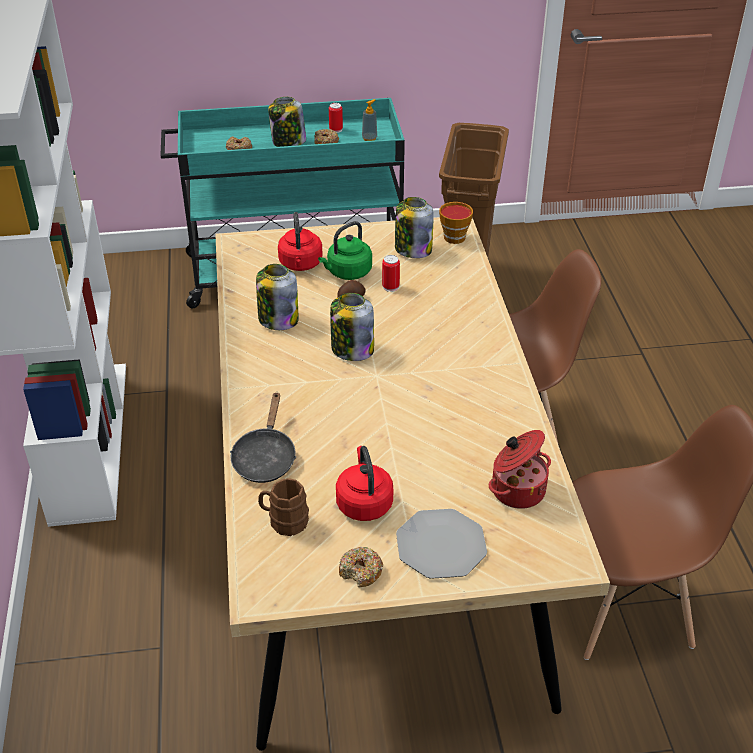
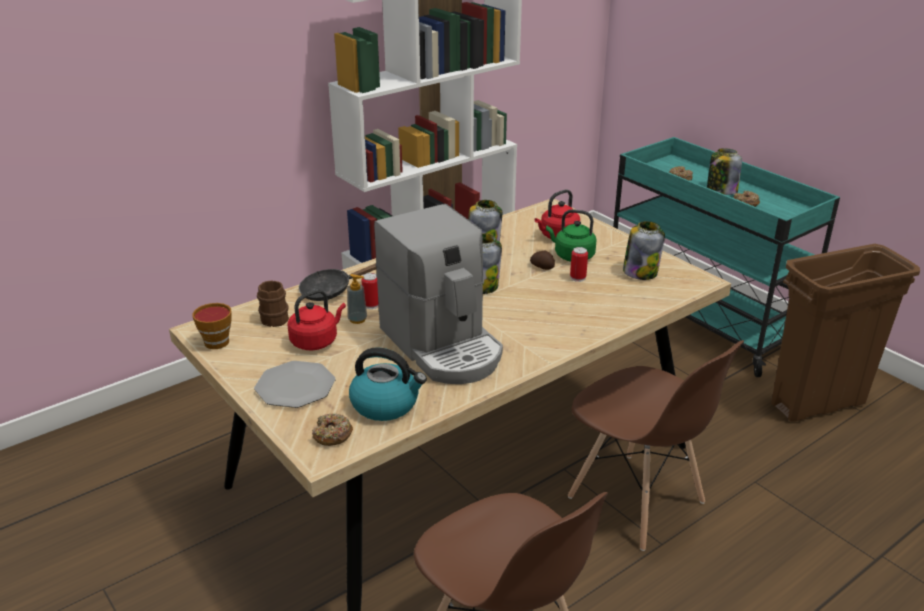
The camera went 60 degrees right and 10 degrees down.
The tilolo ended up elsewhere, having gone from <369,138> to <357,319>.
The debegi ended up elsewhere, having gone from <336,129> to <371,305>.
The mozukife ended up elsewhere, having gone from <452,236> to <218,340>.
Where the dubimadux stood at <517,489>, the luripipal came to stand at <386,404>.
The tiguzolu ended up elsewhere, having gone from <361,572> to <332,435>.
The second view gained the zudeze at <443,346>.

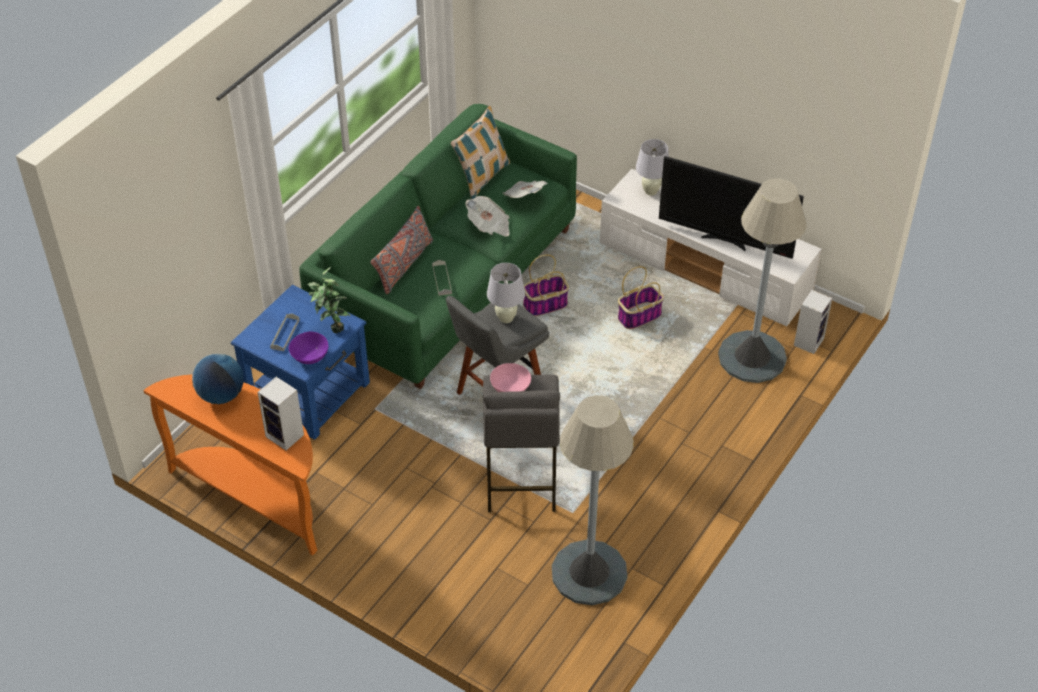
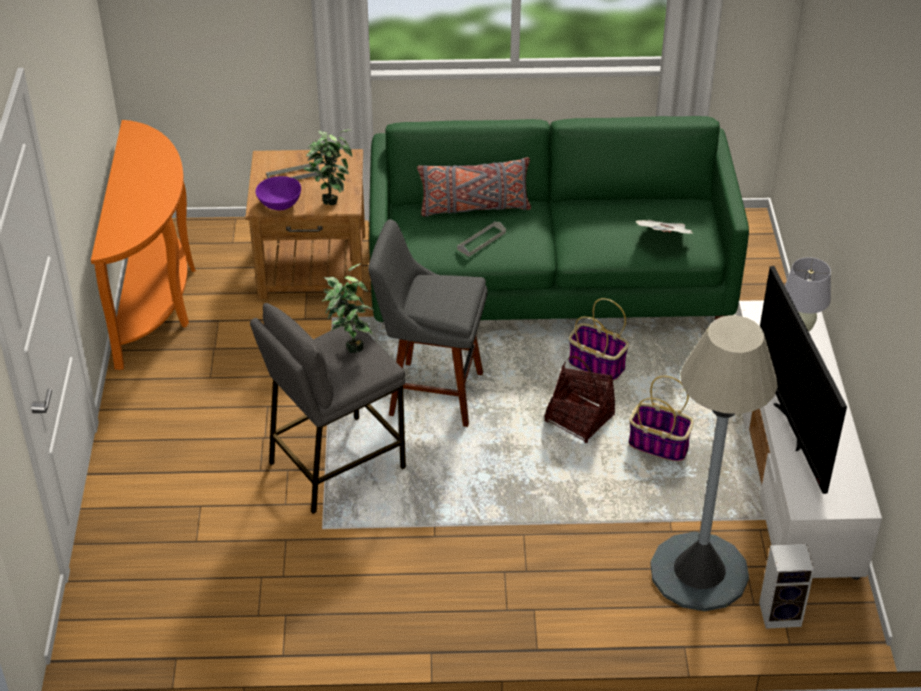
The camera went 55 degrees right and 5 degrees down.
The second view lost the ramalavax at <482,177>.
The second view lost the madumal at <489,226>.
The second view lost the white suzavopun at <506,318>.
What was the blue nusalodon at <308,392> turned into the brown nusalodon at <312,265>.
The second view lost the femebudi at <221,395>.
Where the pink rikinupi stood at <510,387>, the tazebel came to stand at <349,344>.
The second view lost the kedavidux at <286,436>.
The second view lost the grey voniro at <589,572>.
The second view gained the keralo at <579,419>.

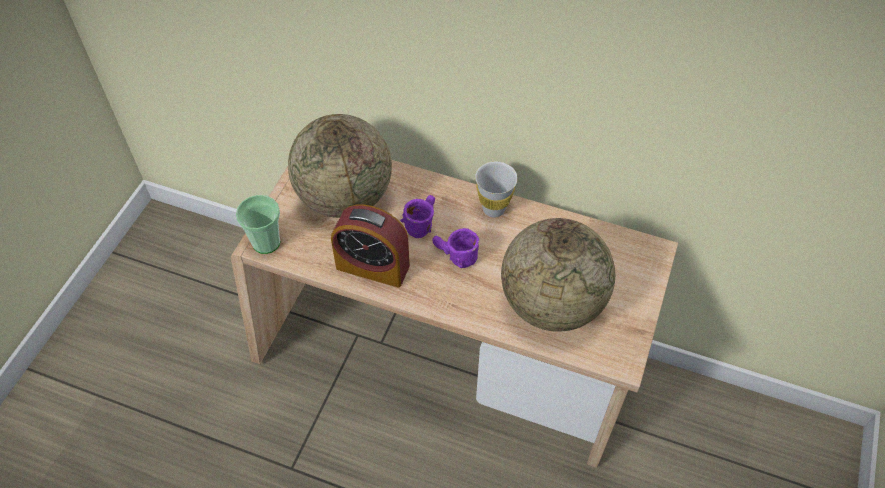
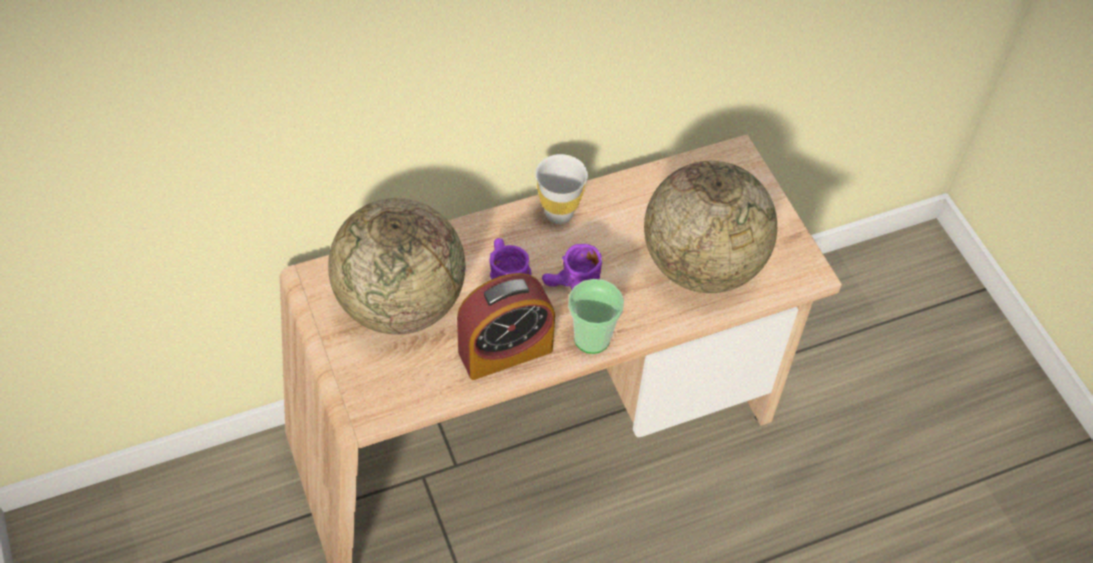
The camera went 45 degrees left and 0 degrees up.
The mozukife ended up elsewhere, having gone from <266,242> to <592,338>.

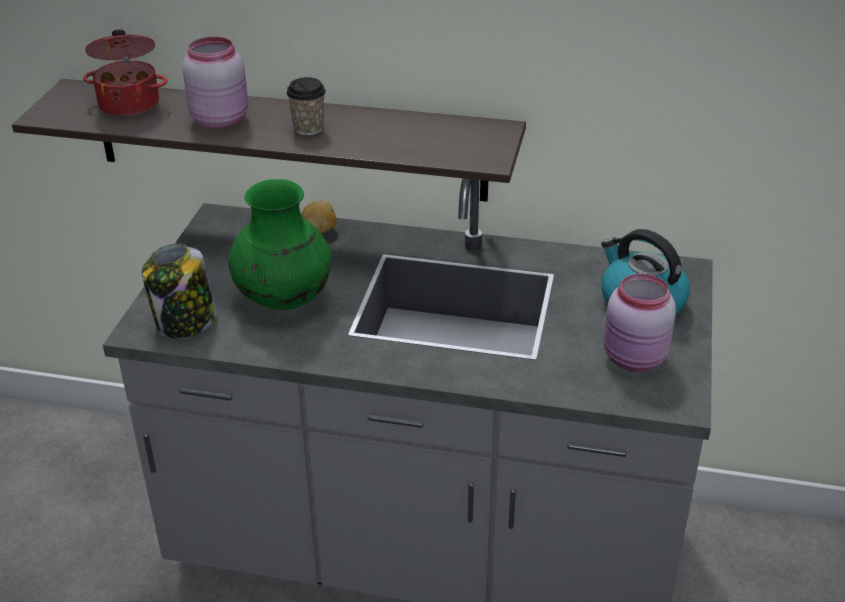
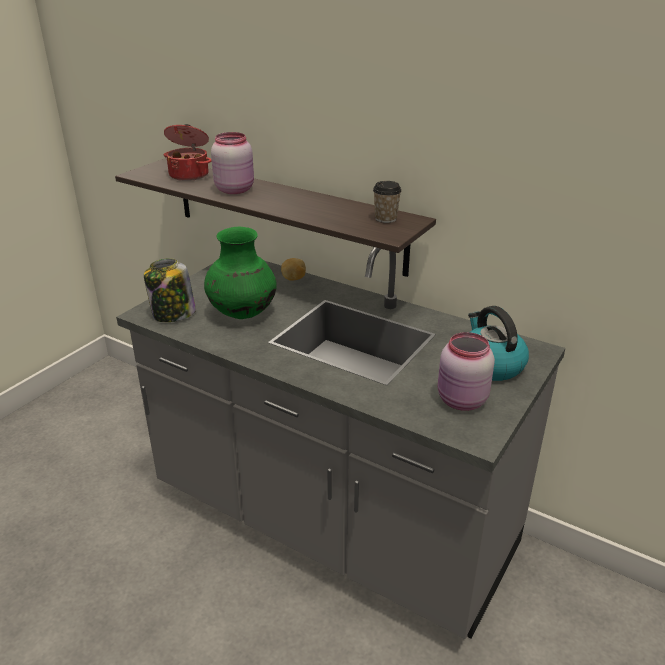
The camera went 20 degrees right and 5 degrees down.
The mozukife ended up elsewhere, having gone from <308,128> to <385,219>.

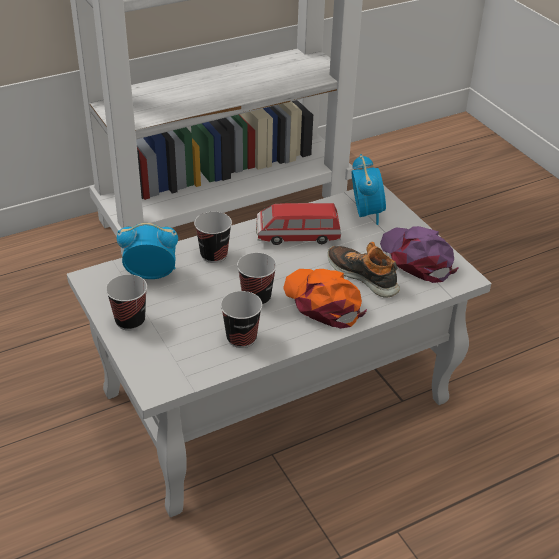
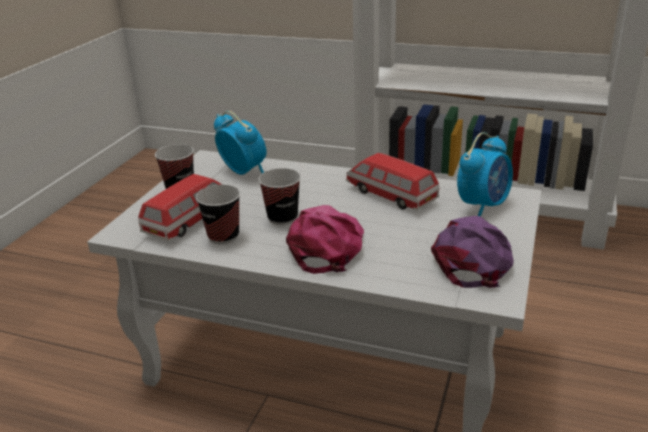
The camera went 50 degrees right and 10 degrees down.
The second view lost the mozukife at <214,255>.
The second view lost the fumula at <363,276>.
What was the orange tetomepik at <323,301> turned into the pink tetomepik at <327,246>.
The second view gained the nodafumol at <189,220>.

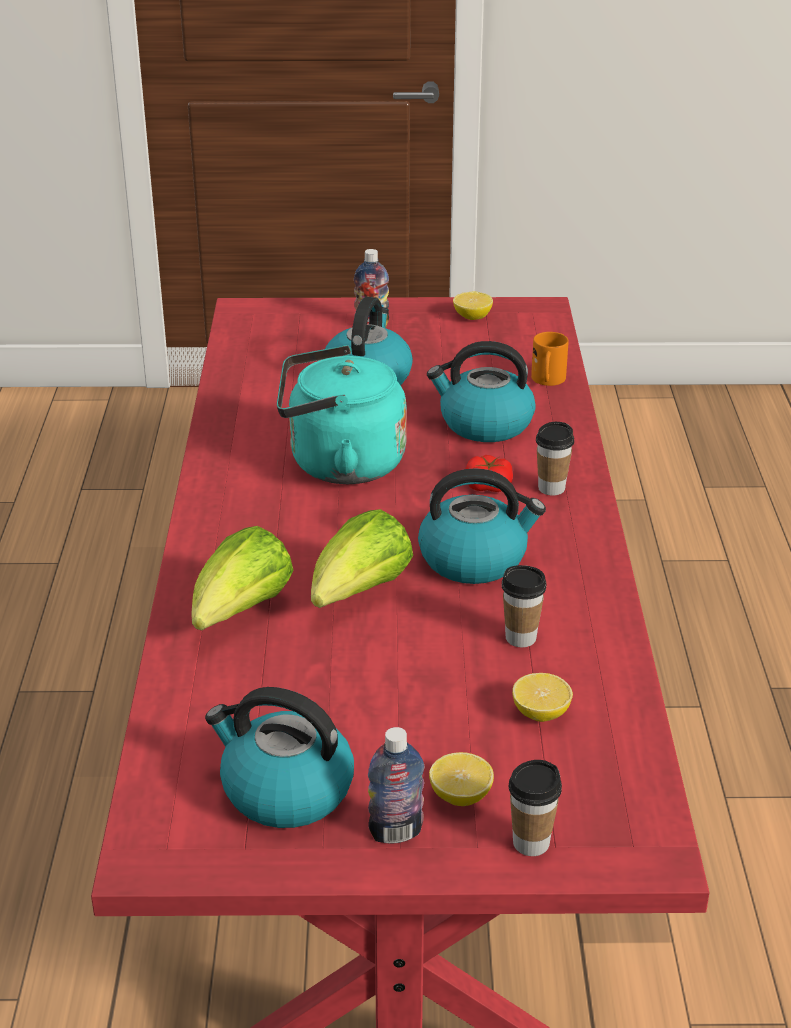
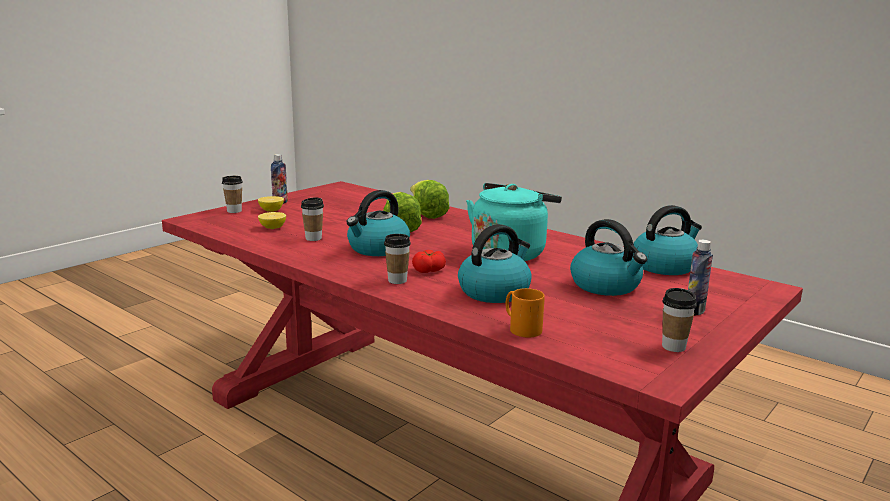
The camera went 130 degrees right and 15 degrees down.
Where the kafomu stood at <472,317>, the mozukife came to stand at <673,347>.
The luripipal ended up elsewhere, having gone from <285,790> to <665,266>.

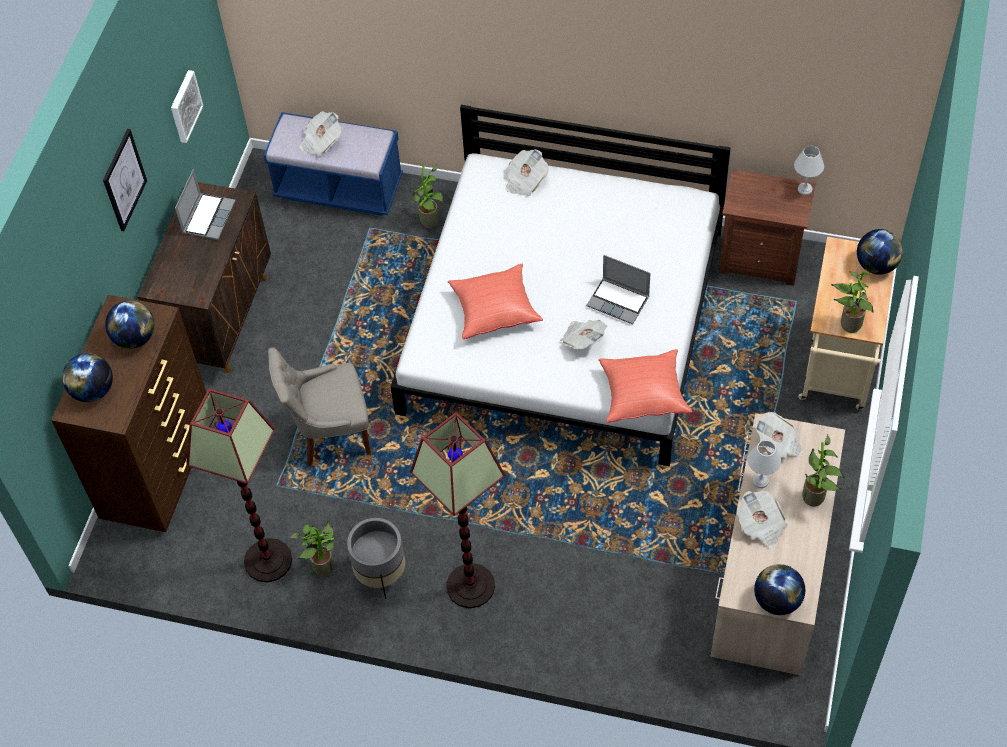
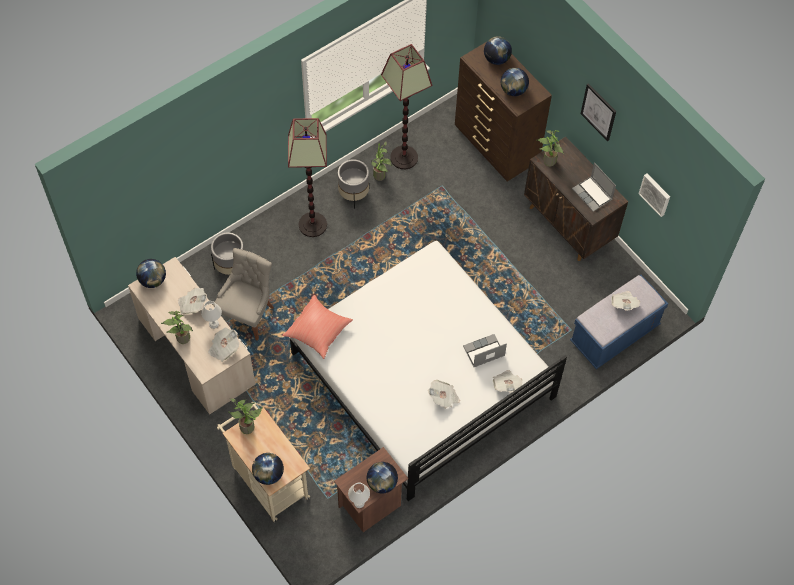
The camera went 125 degrees right and 5 degrees up.
The tazebel ended up elsewhere, having gone from <431,222> to <547,162>.
The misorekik ended up elsewhere, having gone from <619,301> to <483,352>.
The second view lost the red ramalavax at <494,310>.
The madumal ended up elsewhere, having gone from <583,340> to <443,398>.
The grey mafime ended up elsewhere, having gone from <330,434> to <247,314>.
The second view gained the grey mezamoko at <230,267>.
The second view gained the femebudi at <382,483>.

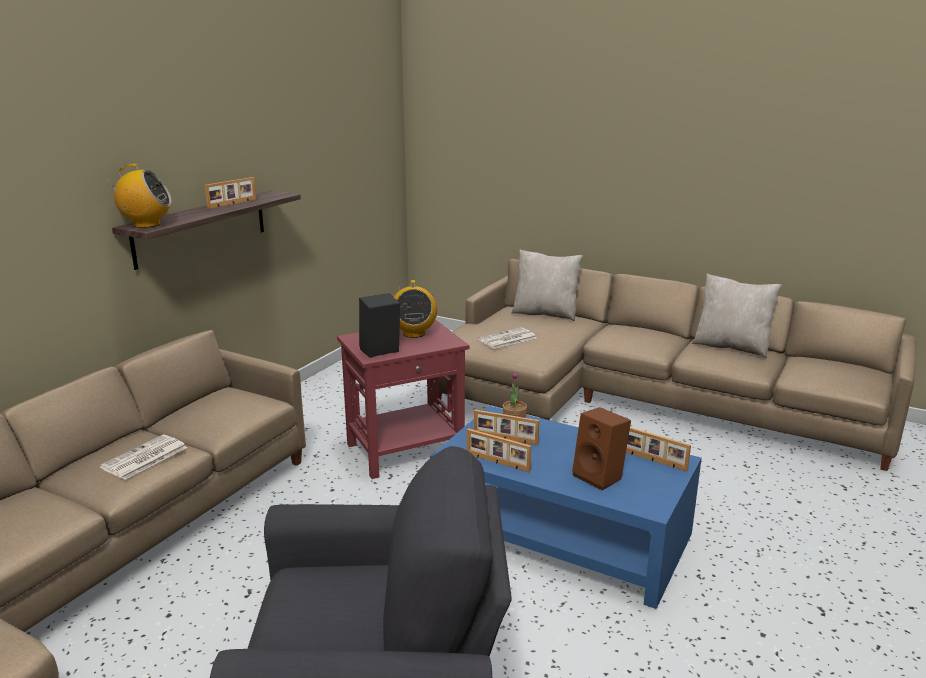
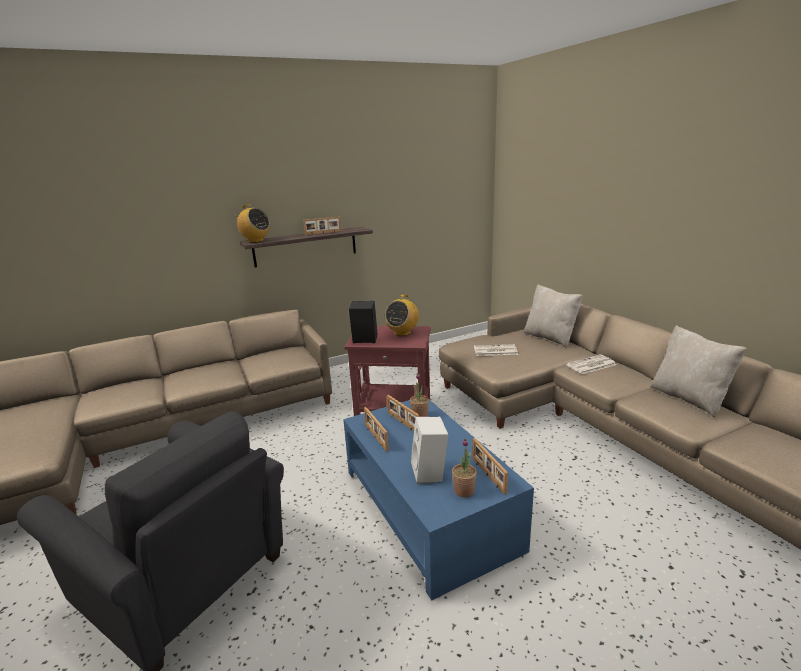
The camera went 35 degrees right and 0 degrees up.
What was the brown kedavidux at <600,476> turned into the white kedavidux at <430,473>.
The madumal ended up elsewhere, having gone from <144,458> to <591,365>.
The second view gained the tazebel at <464,491>.

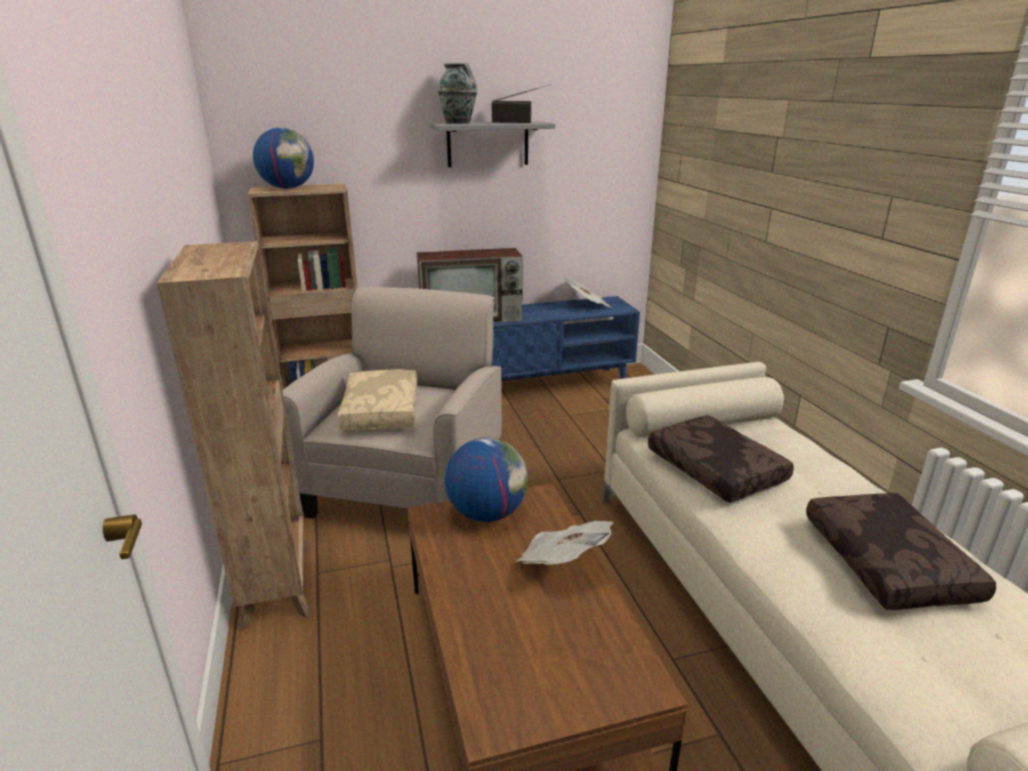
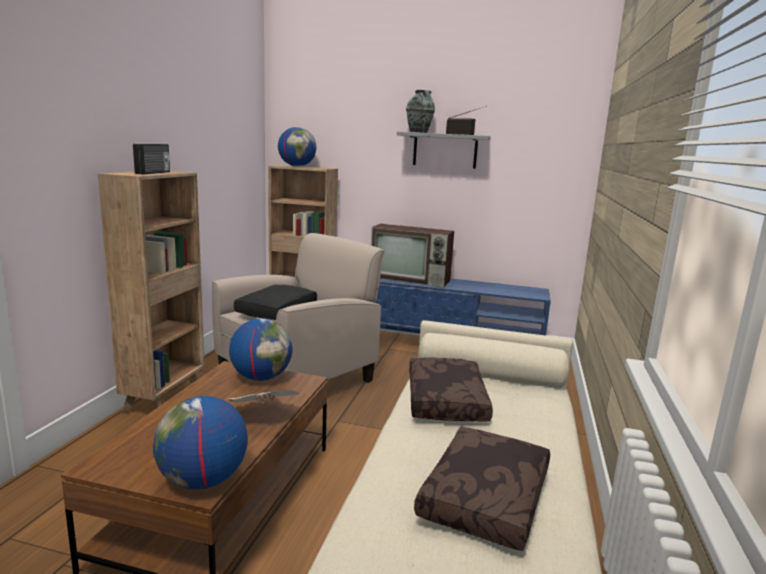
The camera went 30 degrees right and 10 degrees down.
The second view lost the madumal at <587,305>.
What was the beige ramalavax at <383,411> turned into the black ramalavax at <277,311>.
The second view gained the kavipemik at <154,173>.
The second view gained the femebudi at <203,481>.

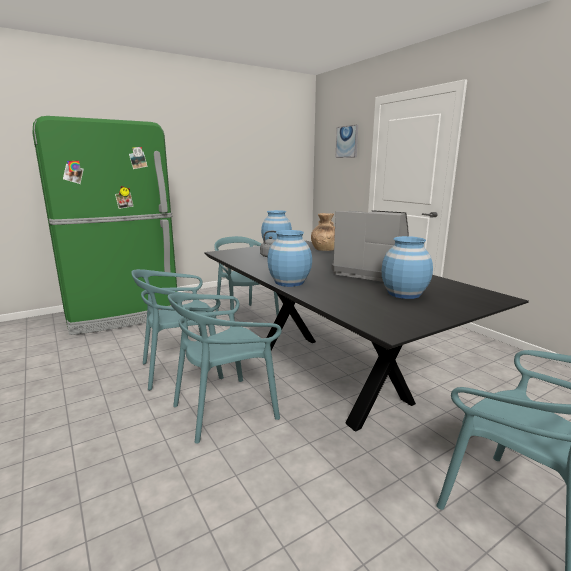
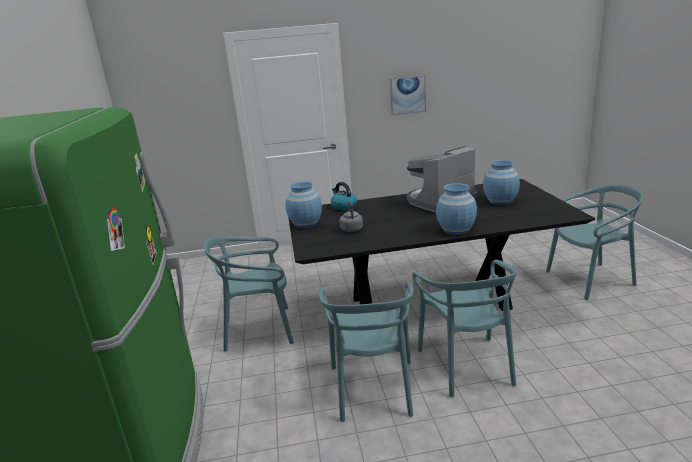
The camera went 65 degrees left and 5 degrees up.
The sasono ended up elsewhere, having gone from <347,142> to <407,95>.
Where the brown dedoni stood at <324,250>, the luripipal came to stand at <343,206>.

